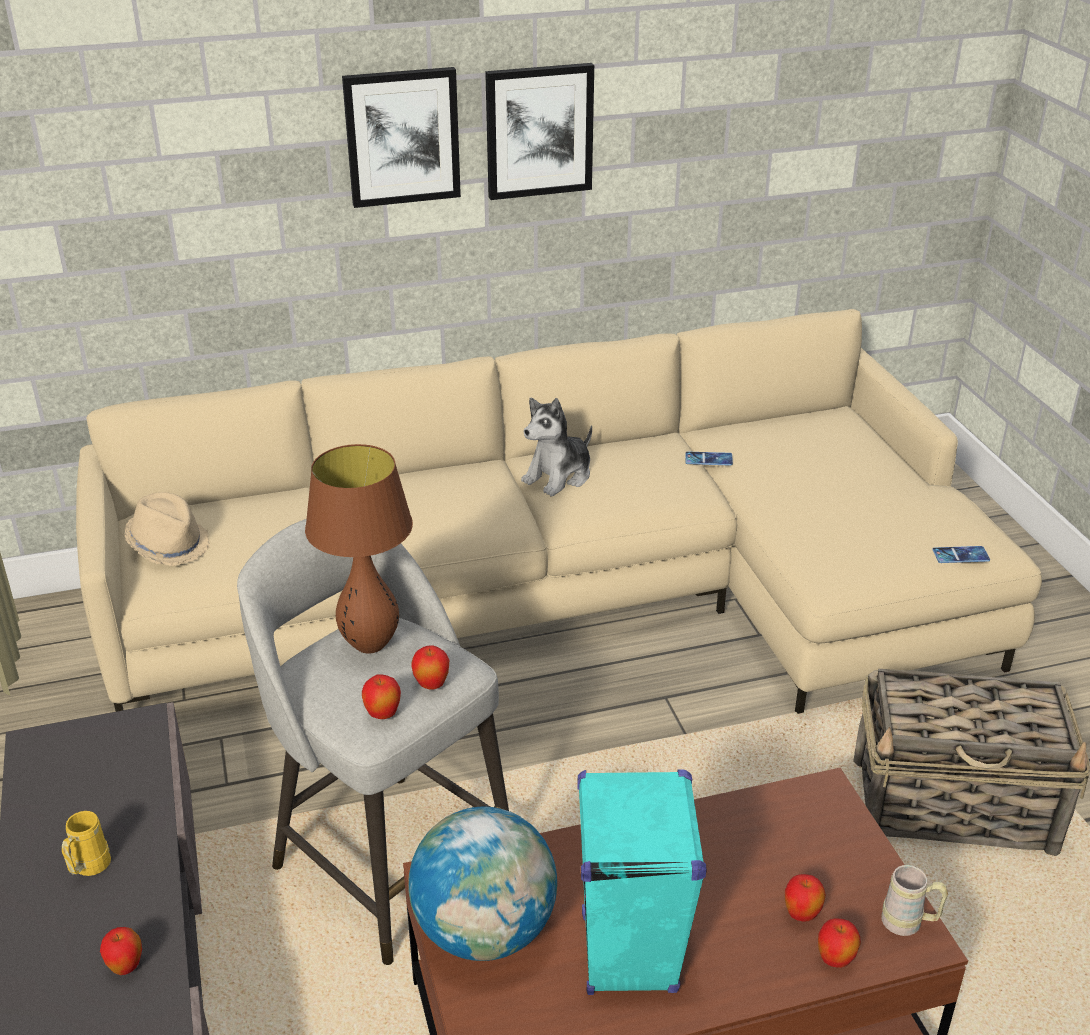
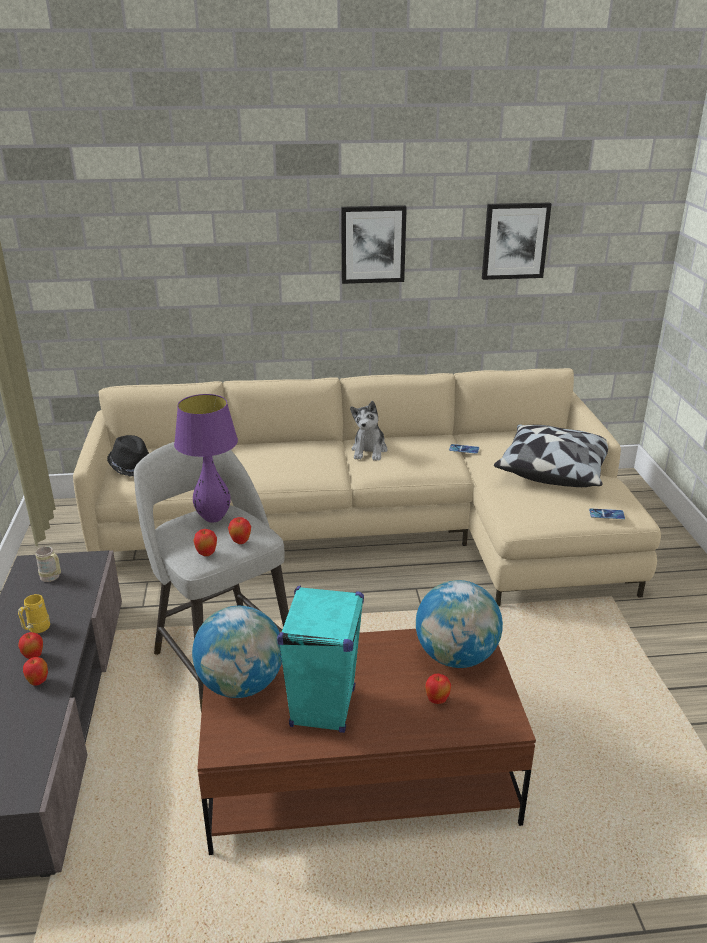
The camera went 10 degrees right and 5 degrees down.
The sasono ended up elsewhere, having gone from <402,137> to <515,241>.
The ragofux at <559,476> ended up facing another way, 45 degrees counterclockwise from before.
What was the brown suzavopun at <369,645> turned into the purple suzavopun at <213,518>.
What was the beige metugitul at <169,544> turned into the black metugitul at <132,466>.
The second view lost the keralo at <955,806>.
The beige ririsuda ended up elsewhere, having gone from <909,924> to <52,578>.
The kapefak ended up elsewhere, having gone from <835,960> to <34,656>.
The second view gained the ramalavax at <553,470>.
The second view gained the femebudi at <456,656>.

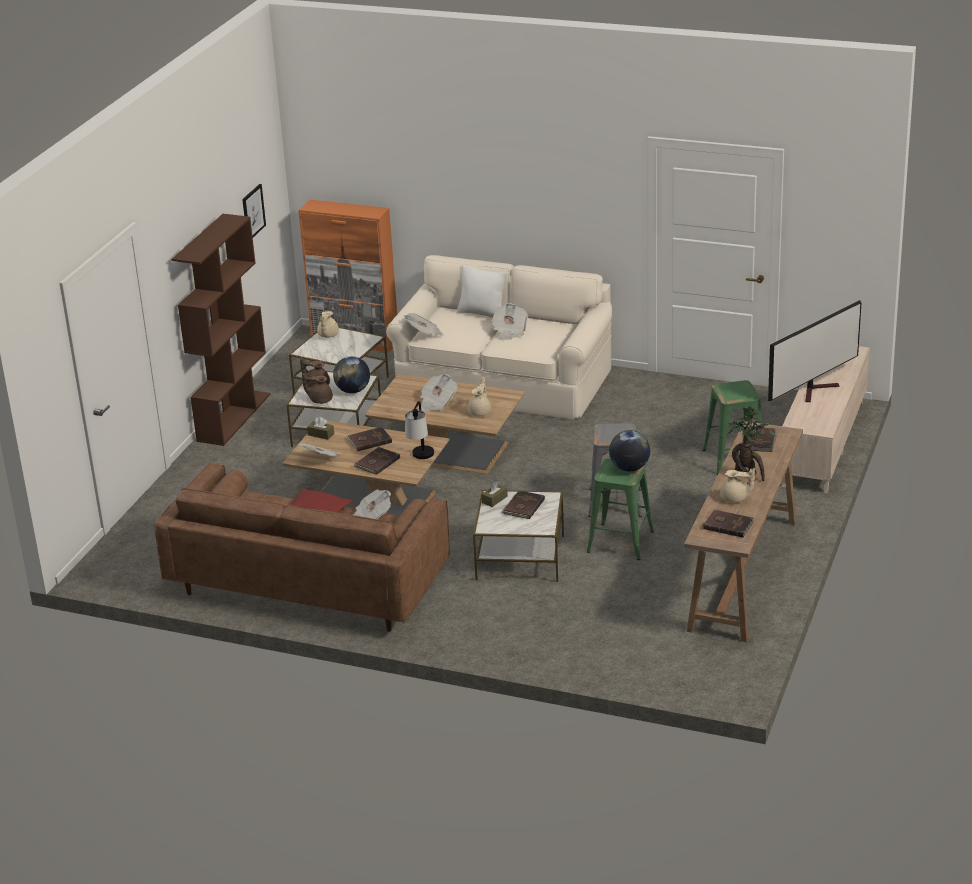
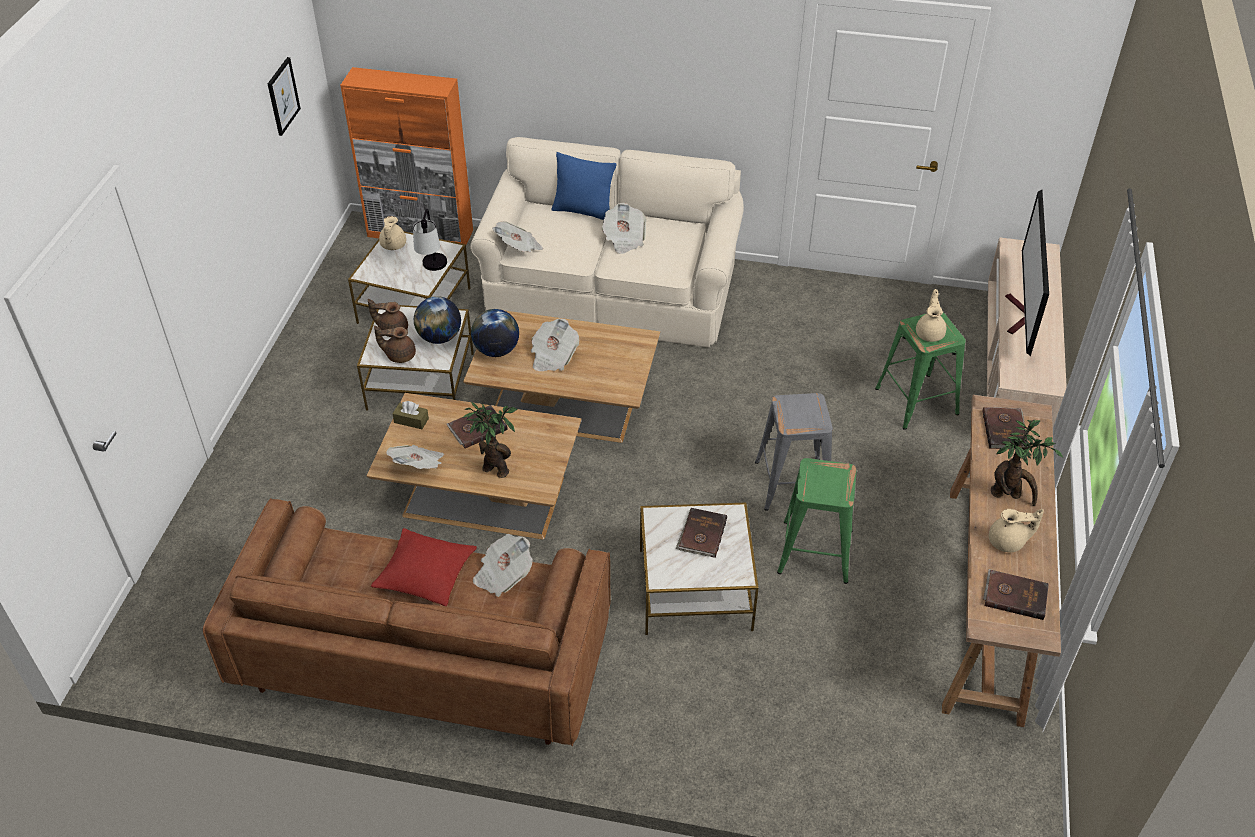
The camera went 10 degrees left and 15 degrees up.
The second view lost the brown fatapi at <233,417>.
What was the white ramalavax at <482,313> turned into the blue ramalavax at <583,211>.
The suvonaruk at <816,390> ended up facing another way, 150 degrees clockwise from before.
The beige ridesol ended up elsewhere, having gone from <480,412> to <930,333>.
The suzavopun ended up elsewhere, having gone from <421,459> to <433,270>.
The femebudi ended up elsewhere, having gone from <629,468> to <496,350>.
Where the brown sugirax stood at <376,462>, the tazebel came to stand at <494,468>.
The second view lost the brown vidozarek at <494,499>.

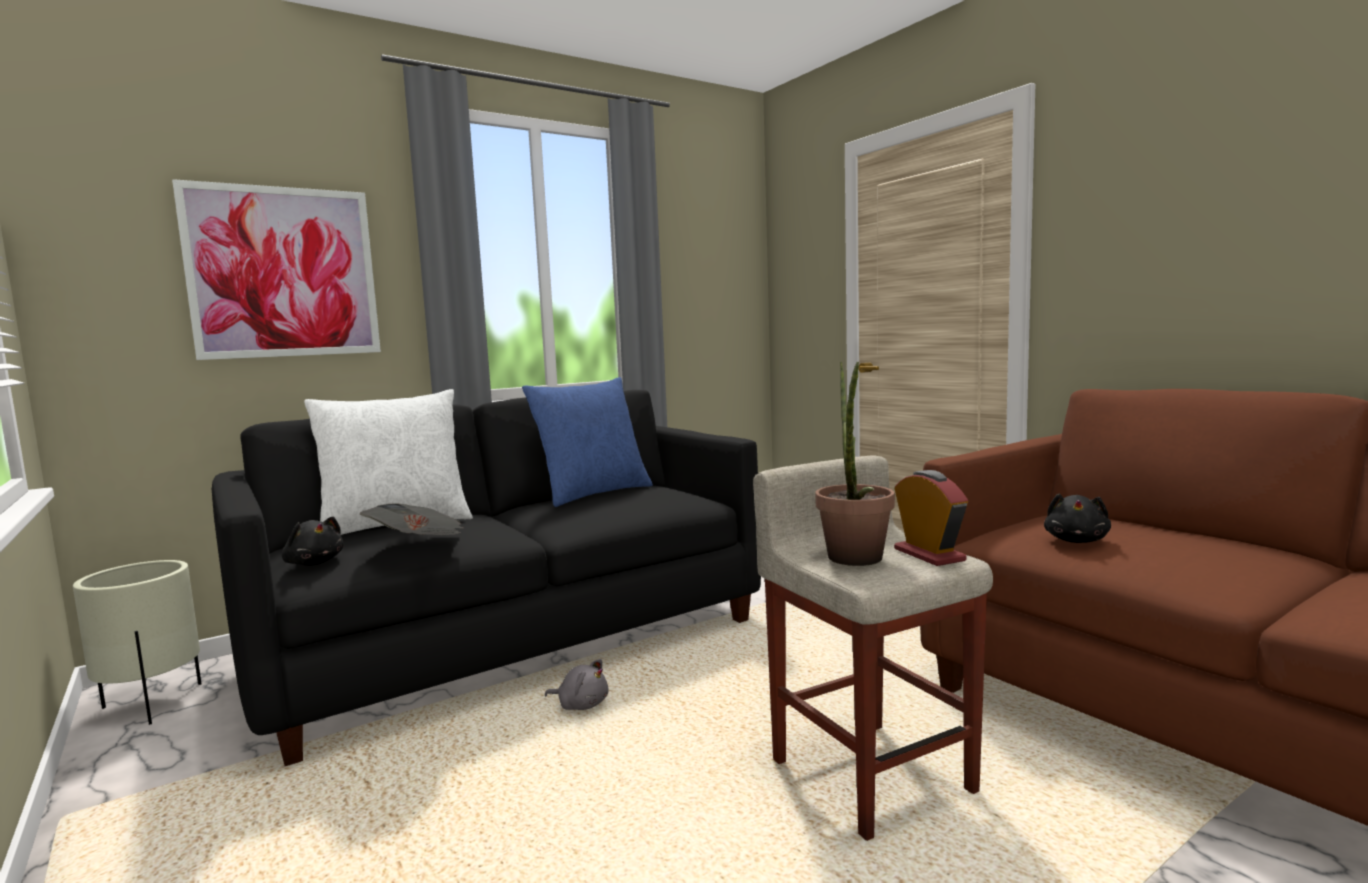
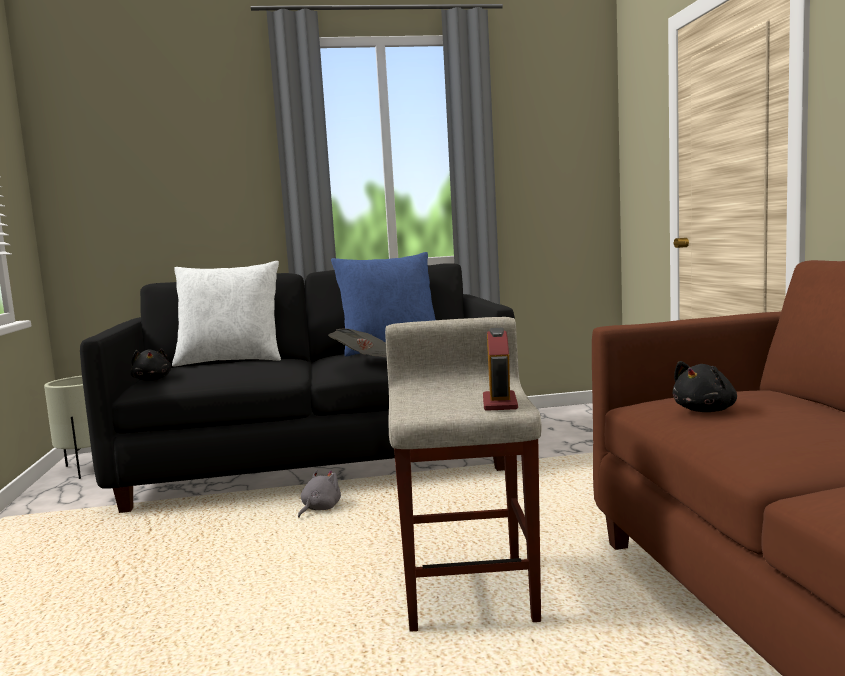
The camera went 25 degrees right and 0 degrees up.
The second view lost the sasono at <284,272>.
The second view lost the tazebel at <855,561>.
The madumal ended up elsewhere, having gone from <420,547> to <367,363>.
The grey ragofux at <581,705> ended up facing another way, 105 degrees counterclockwise from before.

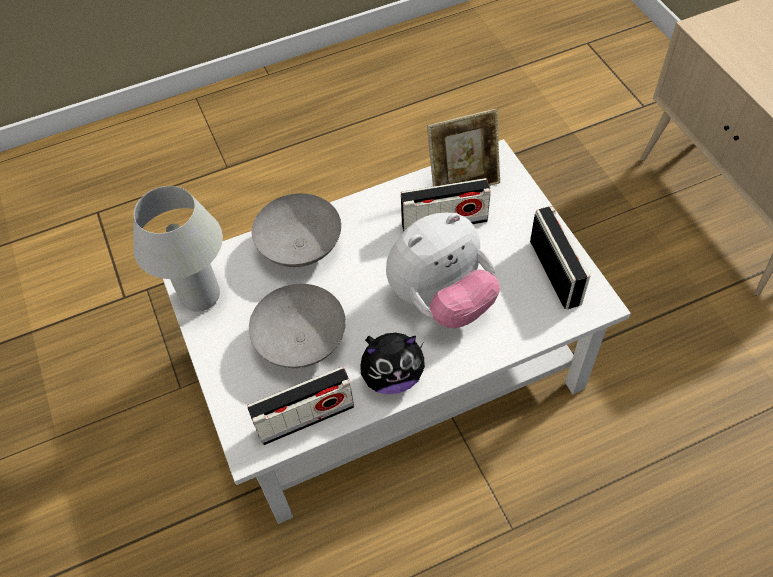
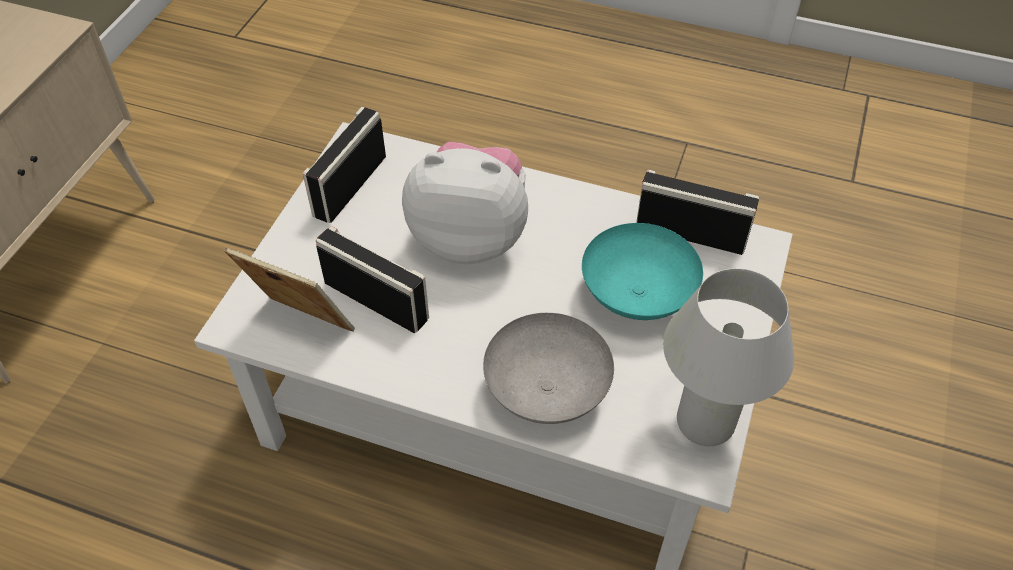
The camera went 140 degrees left and 5 degrees down.
What was the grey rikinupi at <300,343> turned into the turquoise rikinupi at <639,296>.
The second view lost the ragofux at <392,376>.

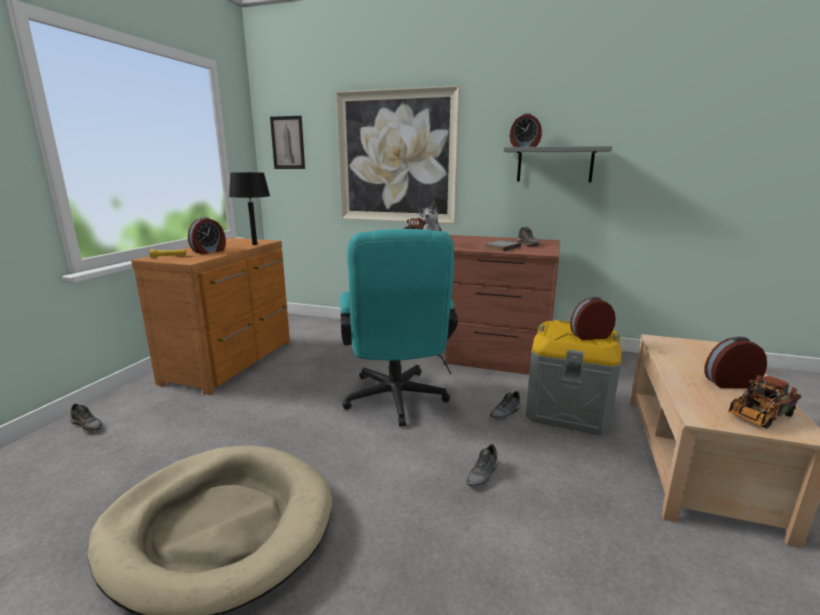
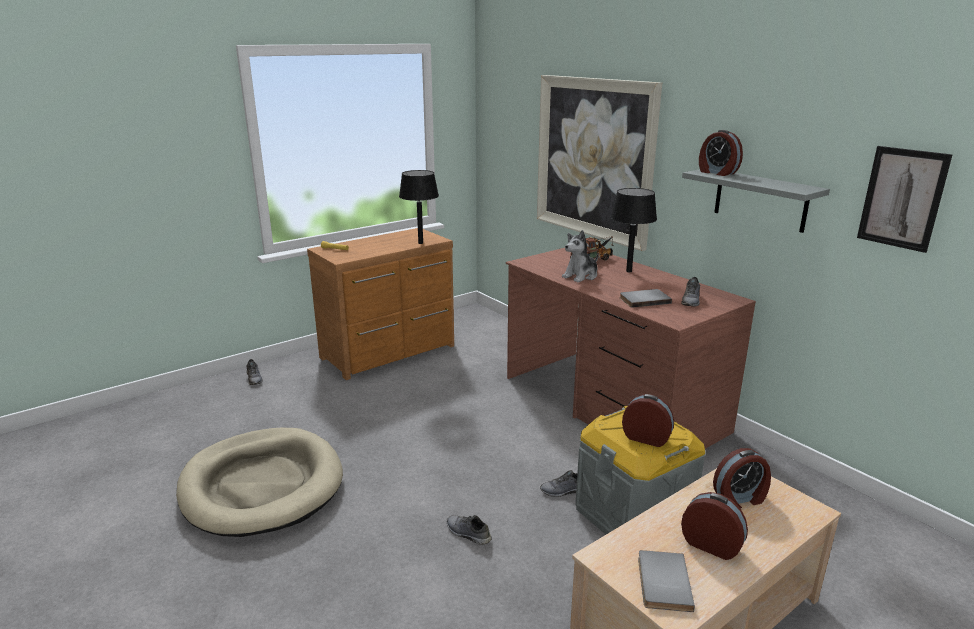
The camera went 35 degrees right and 5 degrees up.
The sasono ended up elsewhere, having gone from <288,143> to <902,198>.
The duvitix ended up elsewhere, having gone from <209,251> to <740,499>.
The second view lost the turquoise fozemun at <396,402>.
Where the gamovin stood at <758,417>, the grey sugirax came to stand at <661,582>.
The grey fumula at <483,475> ended up facing another way, 60 degrees clockwise from before.
The second view gained the black suzavopun at <629,271>.

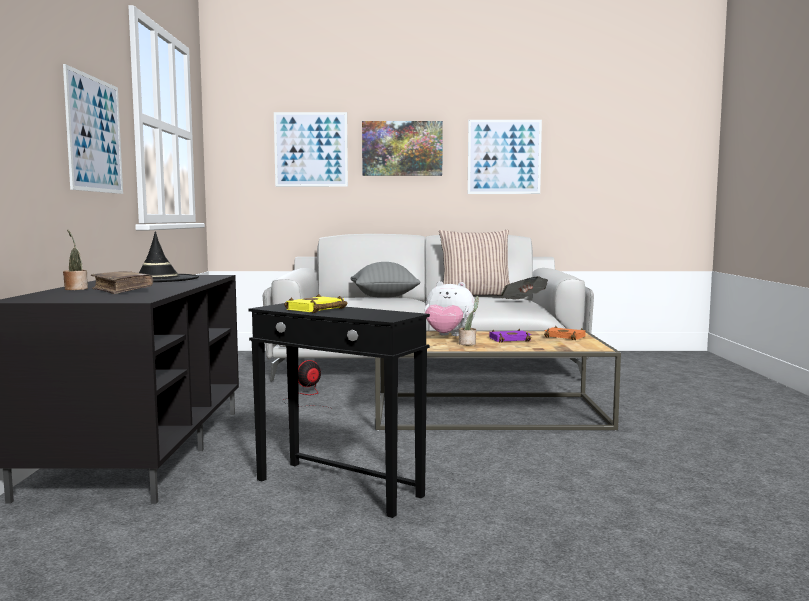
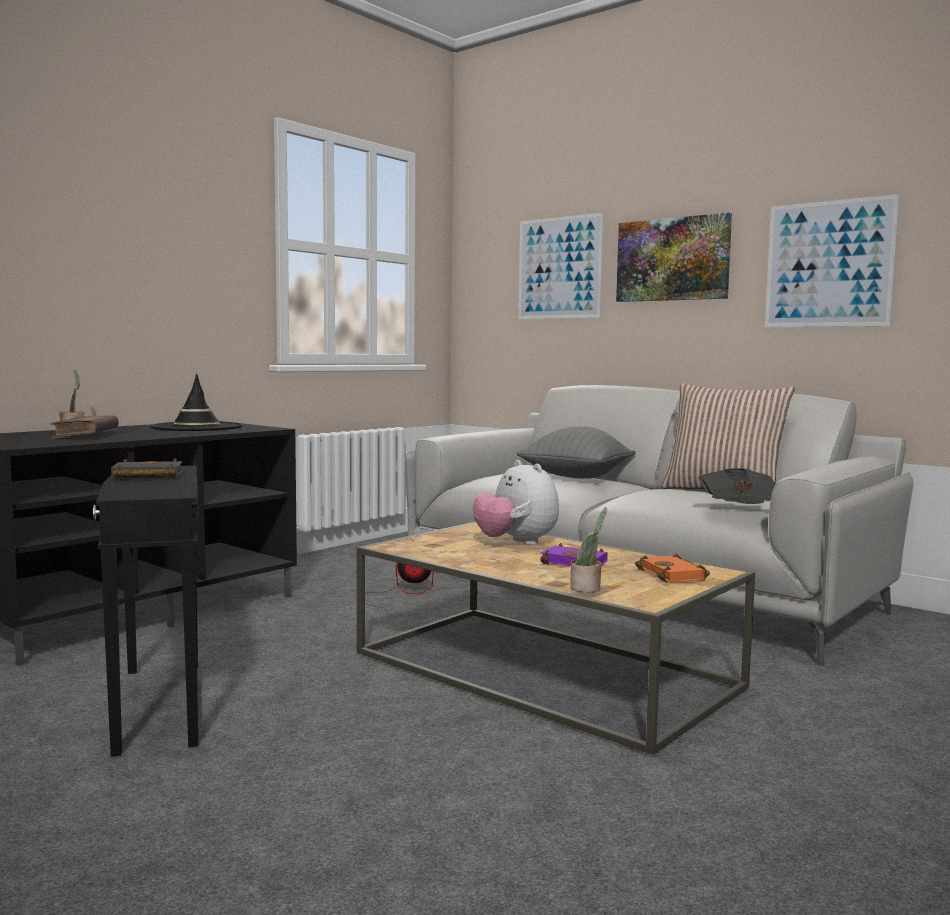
The camera went 40 degrees right and 0 degrees up.
The second view lost the sasono at <94,134>.
What was the yellow sugirax at <316,310> turned into the black sugirax at <145,477>.
The tazebel ended up elsewhere, having gone from <468,343> to <587,588>.

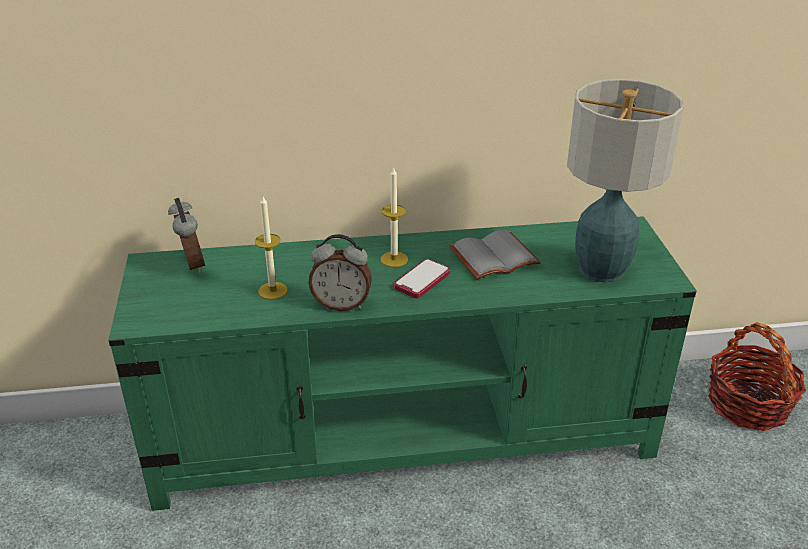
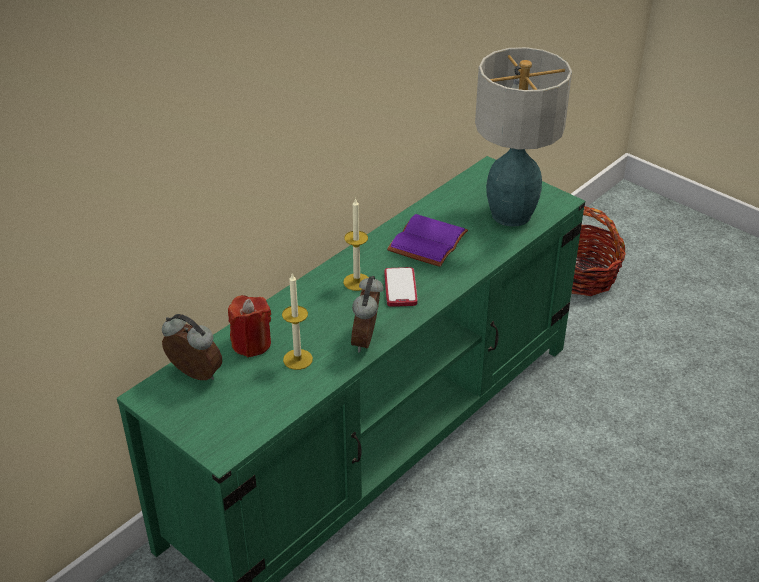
The camera went 40 degrees left and 5 degrees up.
What was the grey sugirax at <494,256> turned into the purple sugirax at <426,241>.
The duvitix at <341,304> ended up facing another way, 135 degrees clockwise from before.
The second view gained the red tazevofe at <251,343>.

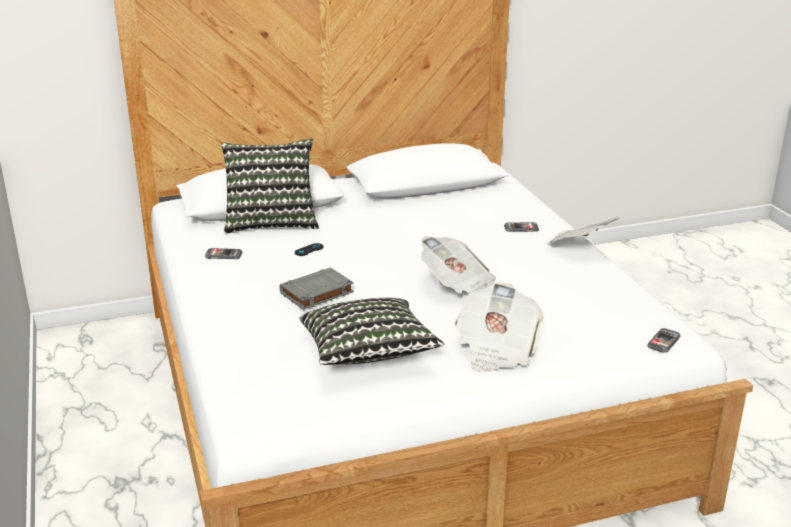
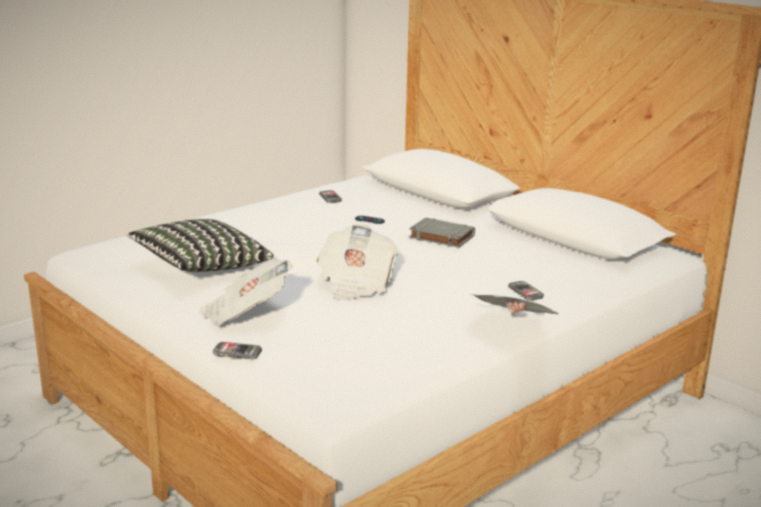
The camera went 65 degrees right and 5 degrees down.
The second view lost the ramalavax at <271,222>.
The grey sugirax ended up elsewhere, having gone from <316,293> to <441,237>.
The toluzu ended up elsewhere, having gone from <663,342> to <237,352>.

